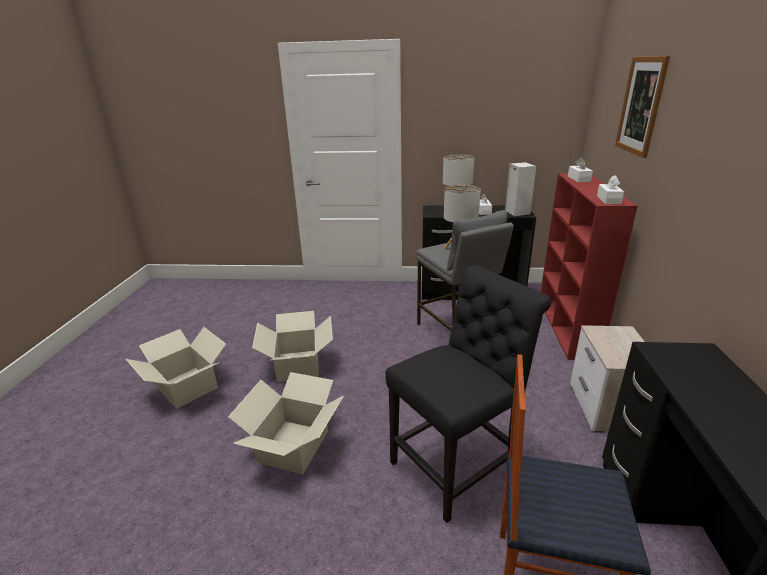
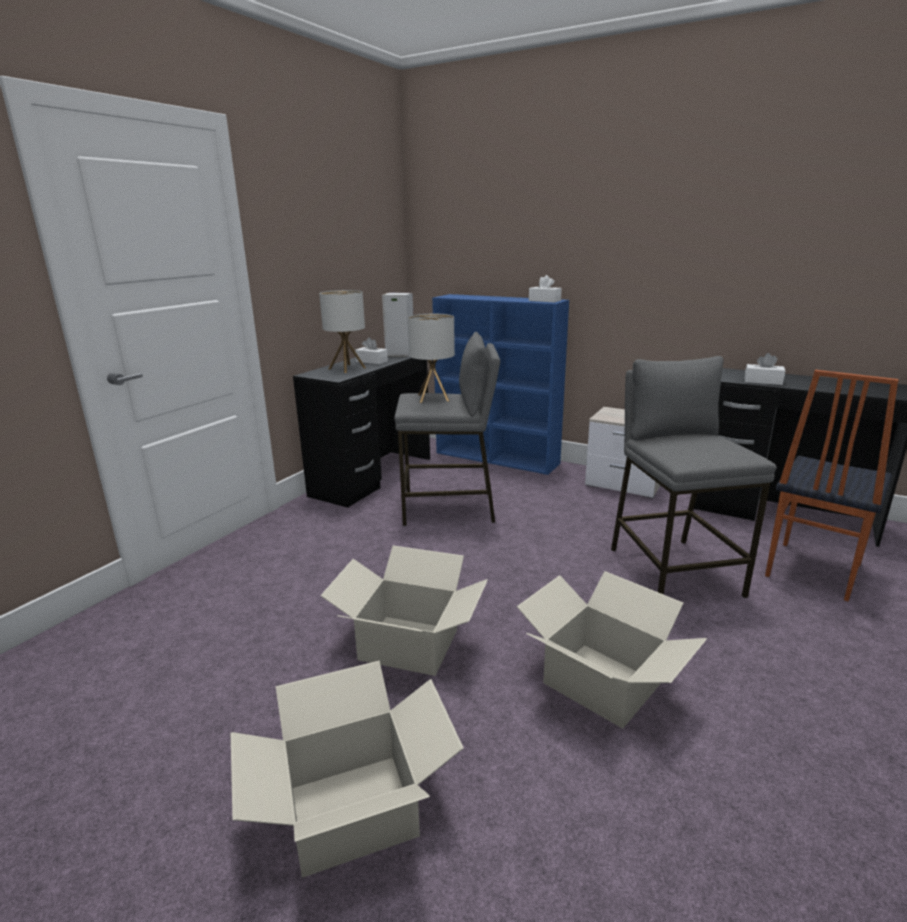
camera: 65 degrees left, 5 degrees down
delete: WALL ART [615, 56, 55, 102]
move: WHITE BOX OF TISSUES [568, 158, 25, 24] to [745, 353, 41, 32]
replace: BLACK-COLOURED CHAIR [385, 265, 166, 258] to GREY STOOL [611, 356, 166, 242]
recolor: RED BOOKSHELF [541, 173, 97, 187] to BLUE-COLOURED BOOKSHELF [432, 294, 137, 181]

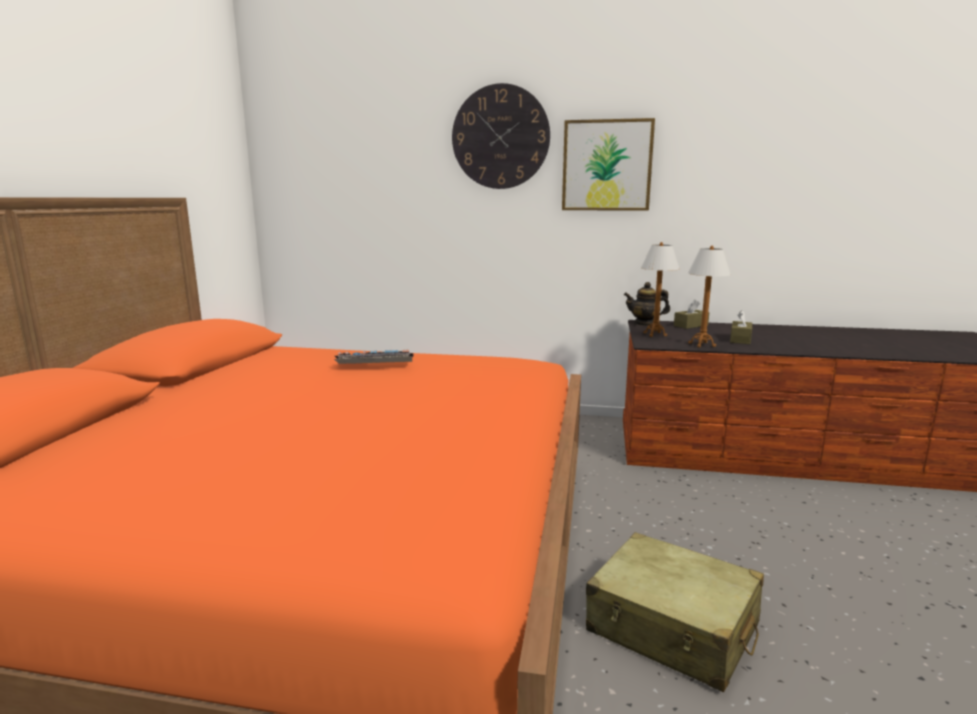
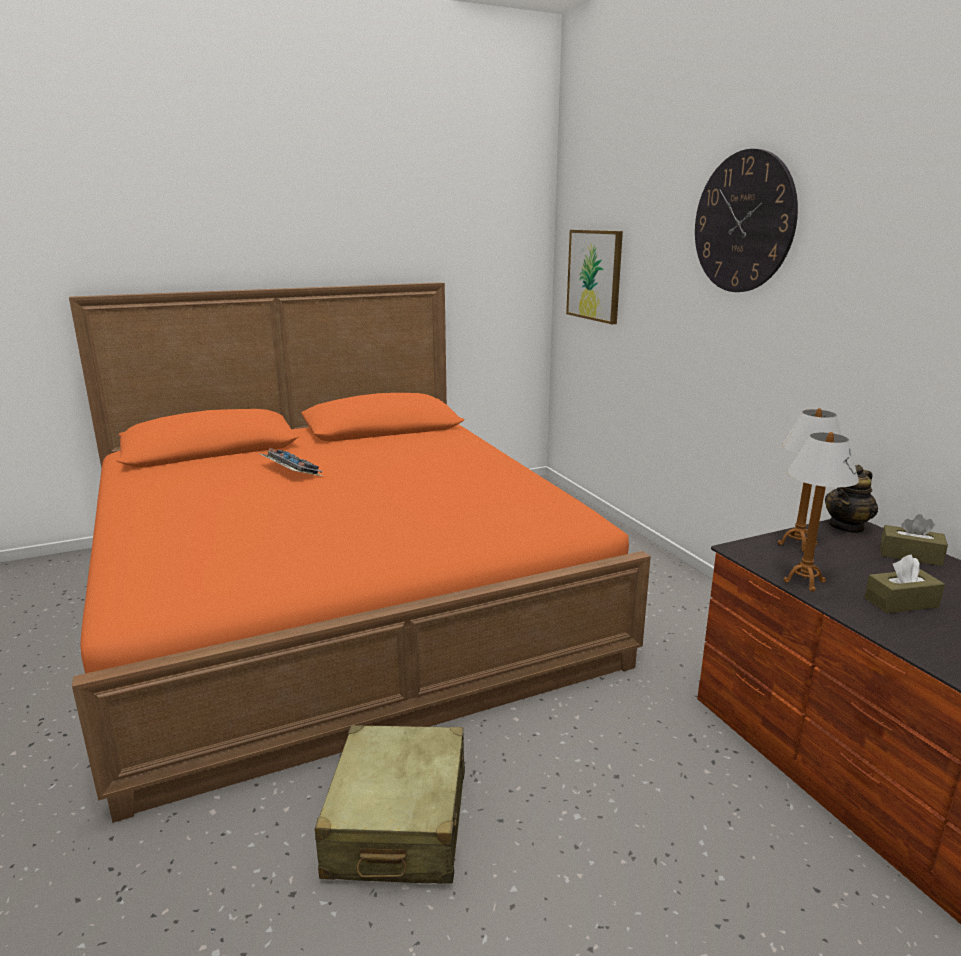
camera: 55 degrees right, 5 degrees up
move: COMPUTER KEYBOARD [334, 350, 80, 14] to [258, 448, 66, 29]; WALL ART [562, 118, 93, 93] to [566, 230, 57, 94]
rotate: POT FOR TEA [624, 282, 46, 44] = [825, 465, 53, 69] 105 degrees counterclockwise

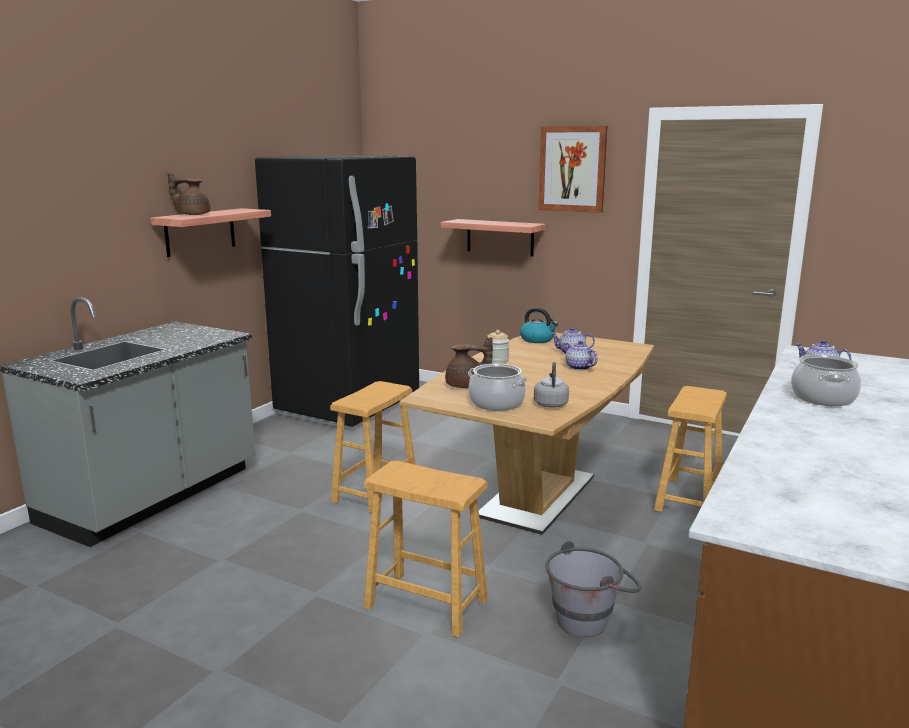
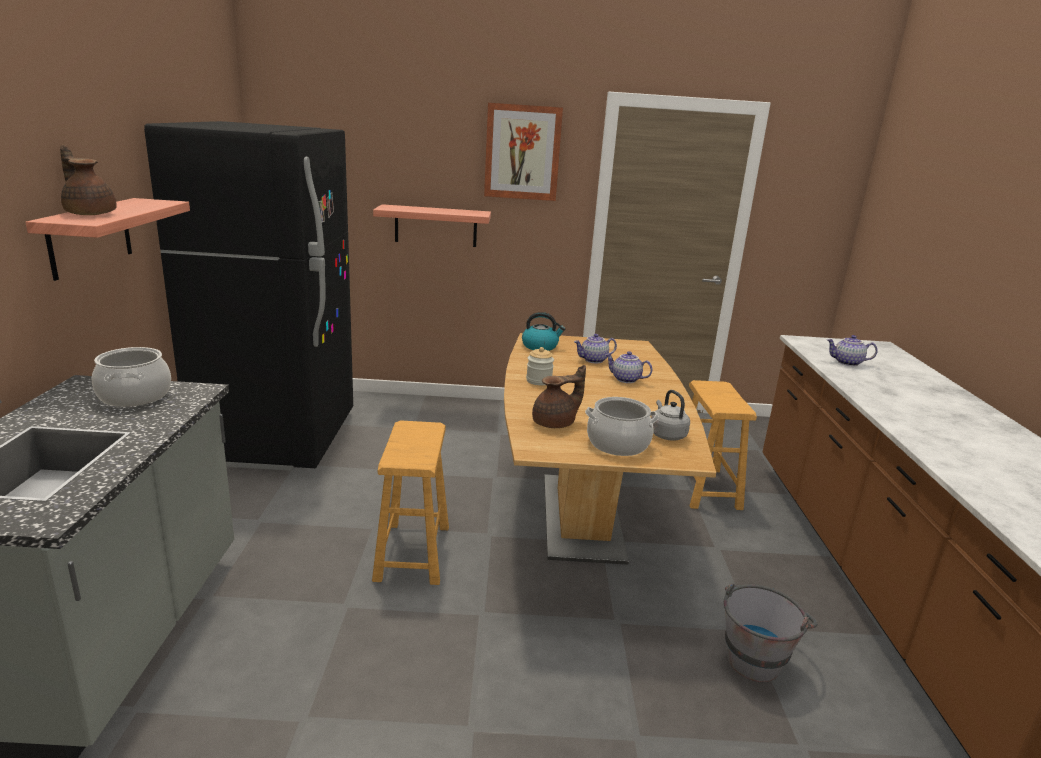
camera: 30 degrees left, 5 degrees up
delete: BROWN STOOL [364, 461, 124, 177]
move: SAUCEPOT [791, 355, 70, 51] to [92, 347, 79, 60]
rotate: BROWN POT FOR TEA [168, 172, 43, 43] = [60, 145, 57, 70] 60 degrees clockwise

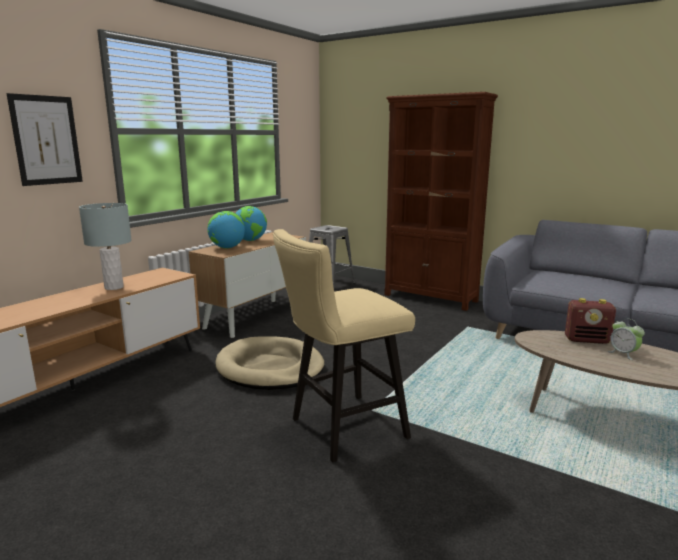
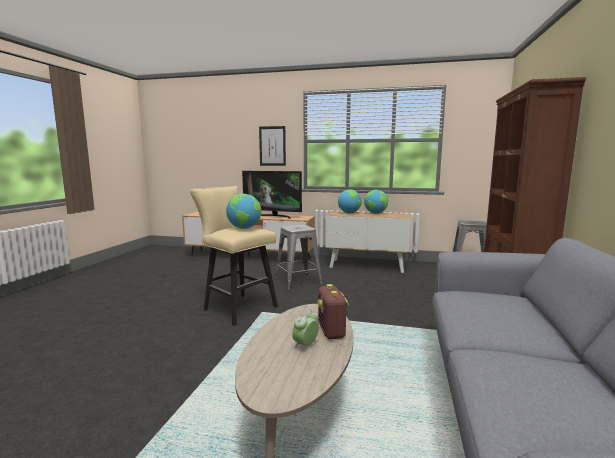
camera: 70 degrees right, 5 degrees down
insert: WORLD GLOBE [226, 194, 35, 35]
replace: GREY TABLETOP LAMP [79, 203, 53, 87] to TV [242, 171, 60, 48]; SAND-COLOURED DOG BED [215, 336, 109, 54] to GREY STOOL [275, 225, 48, 65]

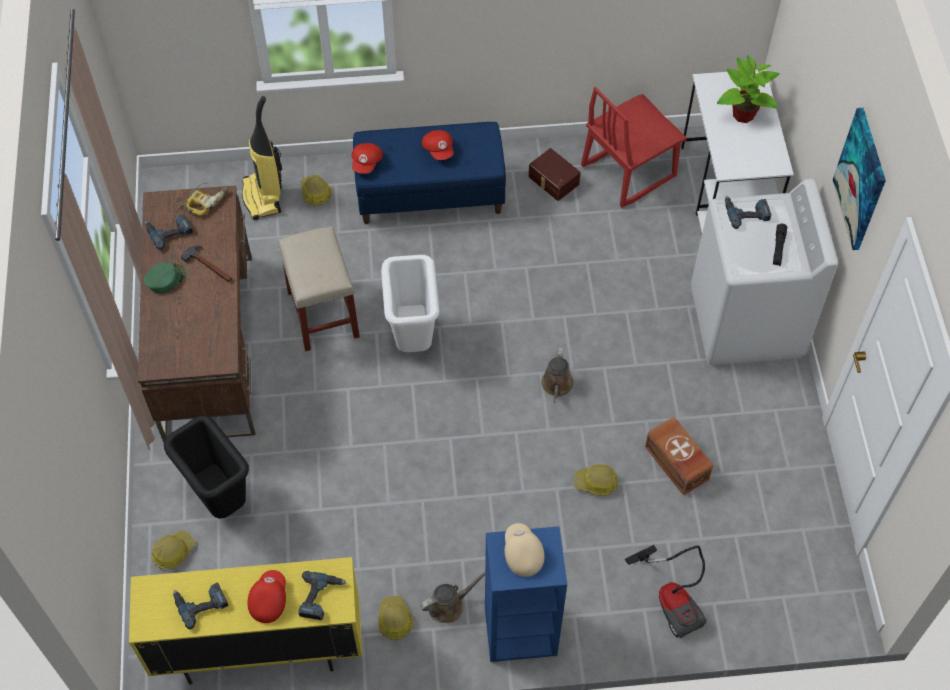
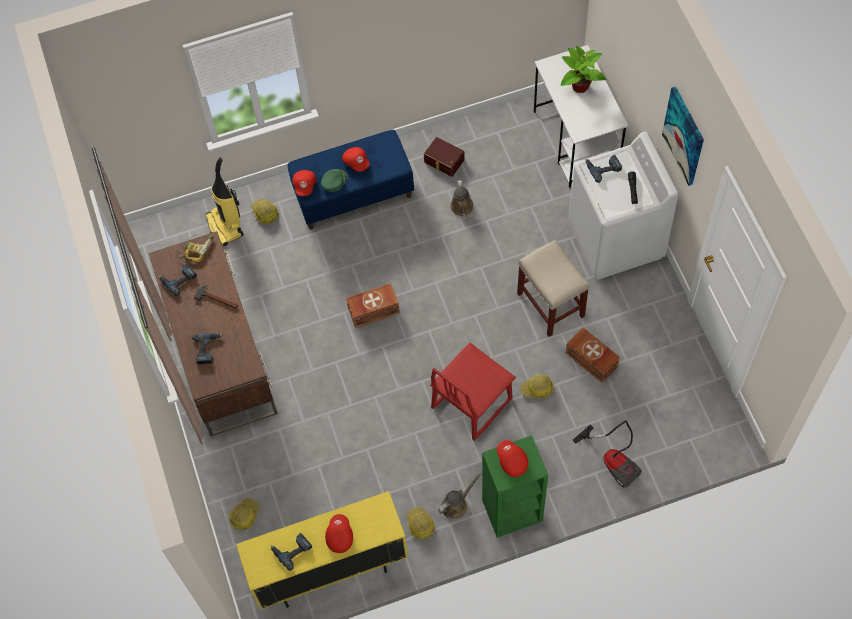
camera: 10 degrees left, 5 degrees up
delete: BLACK-COLOURED RUBBISH BIN [164, 415, 85, 104]
move: GREEN CAP [143, 262, 43, 31] to [321, 169, 27, 23]; SAND-COLOURED STOOL [278, 226, 82, 125] to [517, 240, 73, 97]; ELECTRIC DRILL [298, 571, 49, 49] to [192, 333, 31, 31]; BROWN SPRINKLING CAN [541, 347, 32, 56] to [450, 180, 24, 40]; RED CHAIR [581, 87, 106, 121] to [430, 343, 86, 98]
replace: WHITE RUBBISH BIN [381, 255, 58, 97] to BROWN STORAGE BOX [346, 283, 54, 45]
recolor: BLUE-COLOURED BOOKSHELF [485, 526, 82, 136] to GREEN BOOKSHELF [482, 435, 66, 103]; SAND-COLOURED CAP [505, 523, 39, 54] to RED CAP [497, 440, 31, 37]

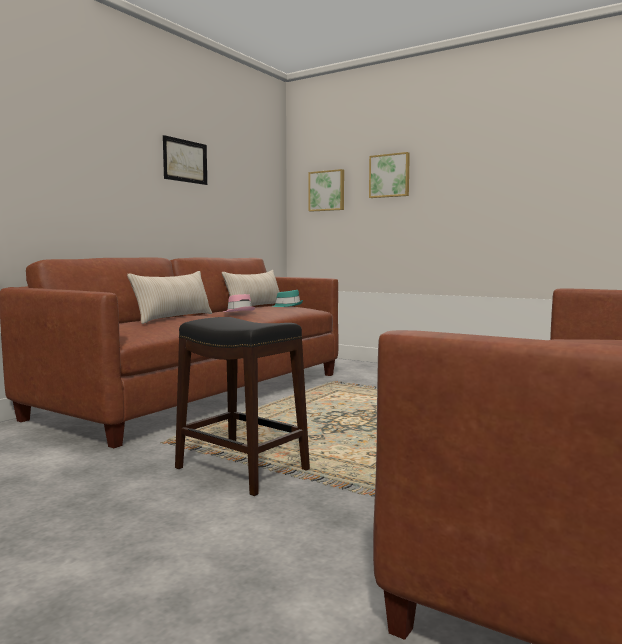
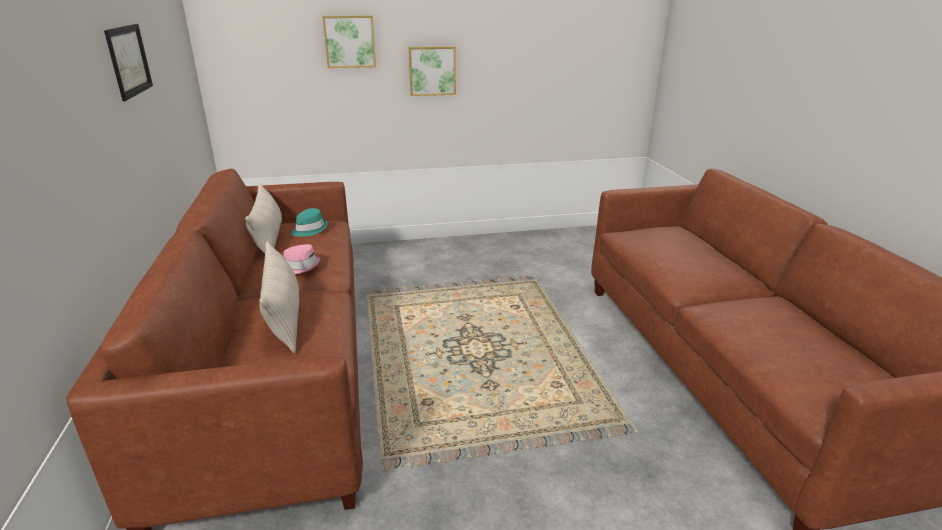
camera: 45 degrees left, 20 degrees up
delete: BLACK-COLOURED STOOL [175, 317, 135, 179]
move: WALL ART [309, 169, 35, 43] to [409, 46, 47, 50]

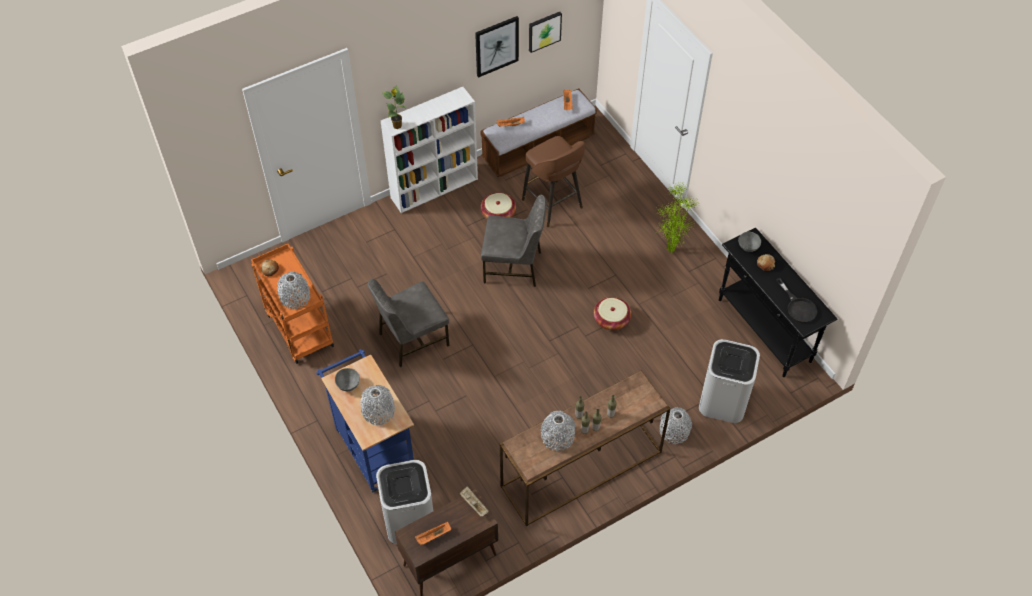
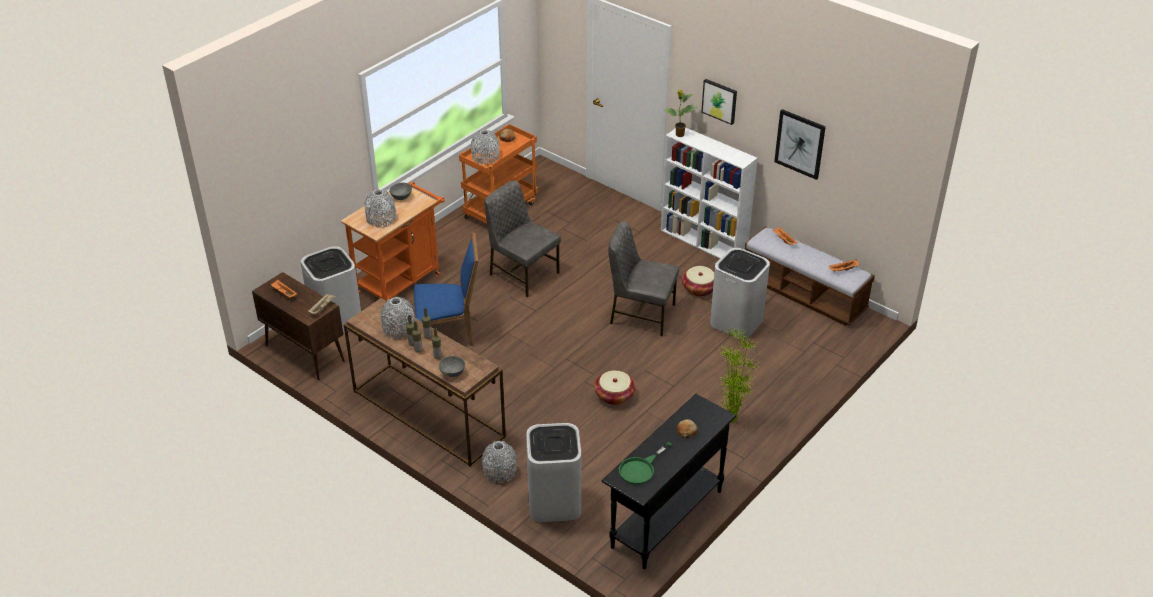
camera: 70 degrees right, 15 degrees down
insert: BLUE-COLOURED CHAIR [414, 233, 65, 113]
move: WALL ART [529, 12, 33, 41] to [701, 79, 36, 46]; GREY BOWL [738, 231, 23, 21] to [439, 356, 26, 21]
replace: BROWN STOOL [522, 136, 63, 91] to WHITE RUBBISH BIN [710, 248, 60, 91]
recolor: BLUE-COLOURED WHEELED CART [316, 349, 98, 144] to ORANGE WHEELED CART [341, 182, 104, 119]; BLACK-COLOURED SKILLET [776, 278, 41, 45] to GREEN SKILLET [619, 442, 53, 43]
rotate: GREY CHAIR [481, 195, 66, 92] = [608, 222, 71, 114] 120 degrees clockwise

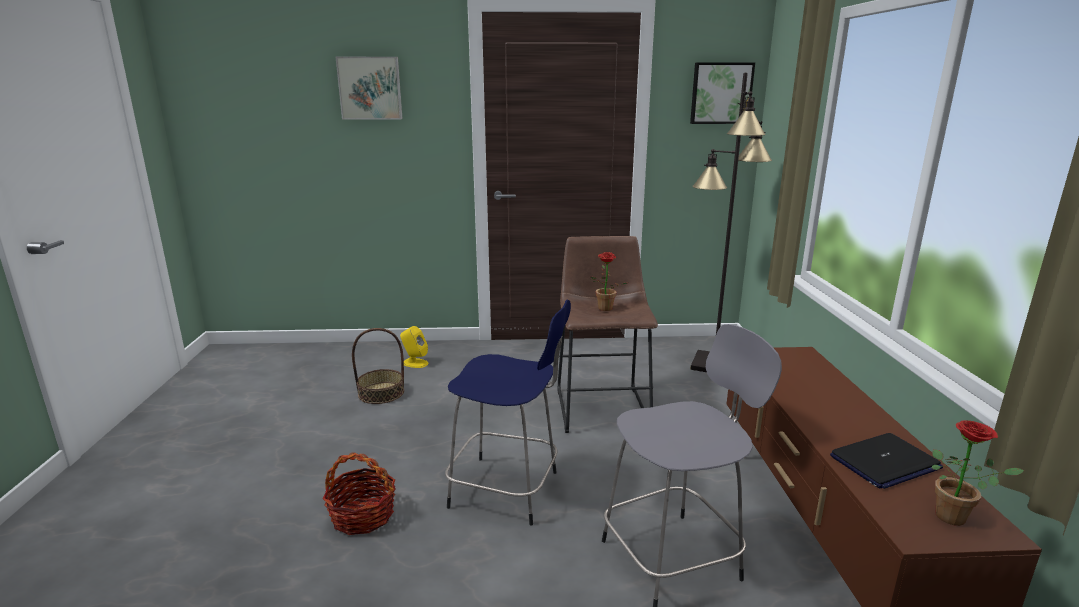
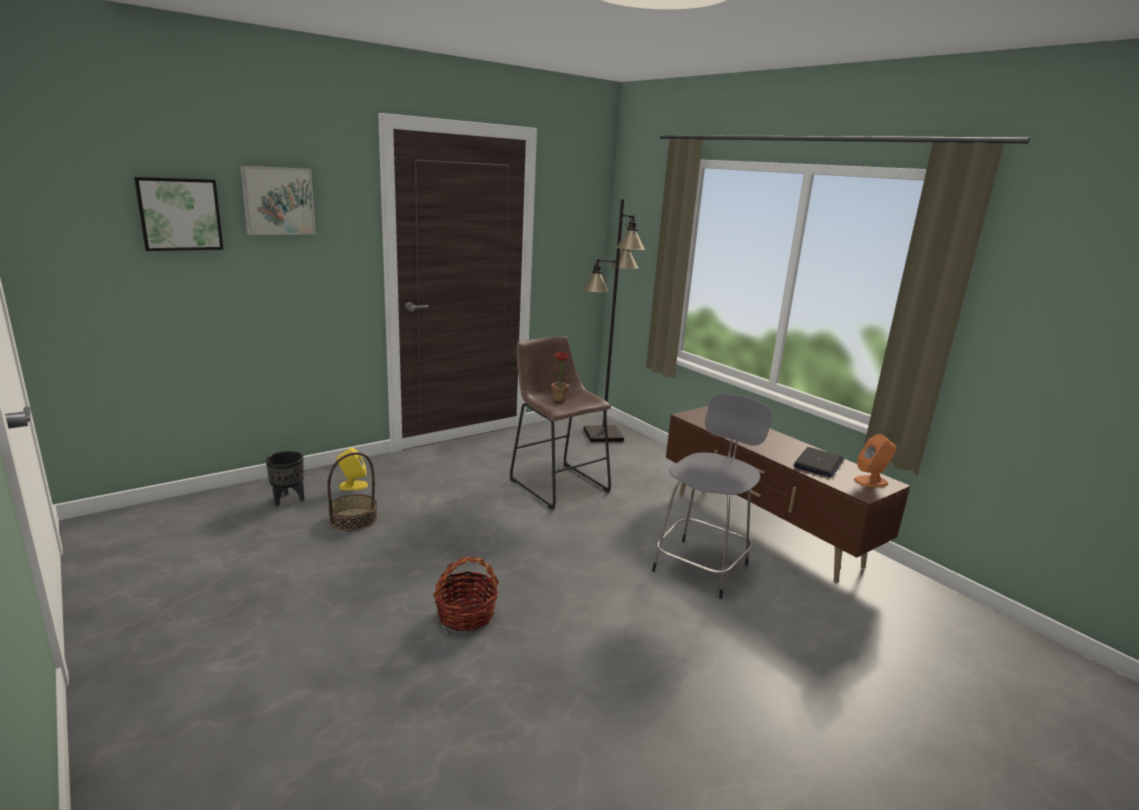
camera: 35 degrees left, 0 degrees up
delete: BLUE-COLOURED STOOL [445, 300, 126, 226]
insert: BLACK-COLOURED PLANTER [266, 451, 38, 55]
move: WALL ART [690, 62, 65, 62] to [134, 177, 90, 74]
replace: POTTED PLANT [932, 420, 92, 106] to ORANGE SPEAKER [854, 434, 42, 53]

